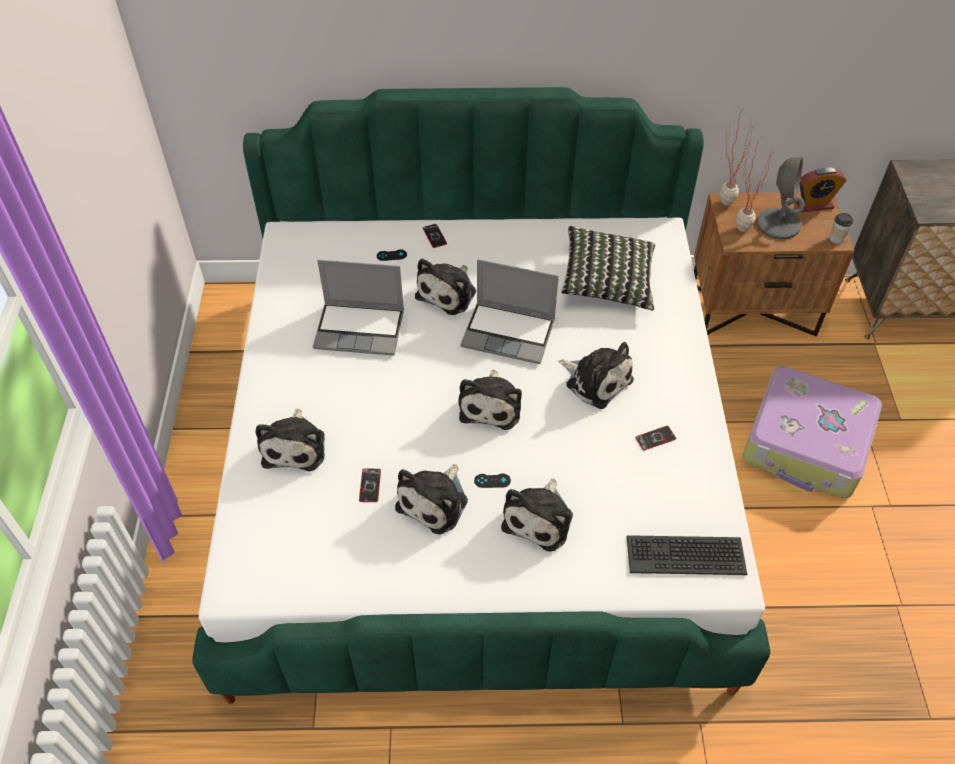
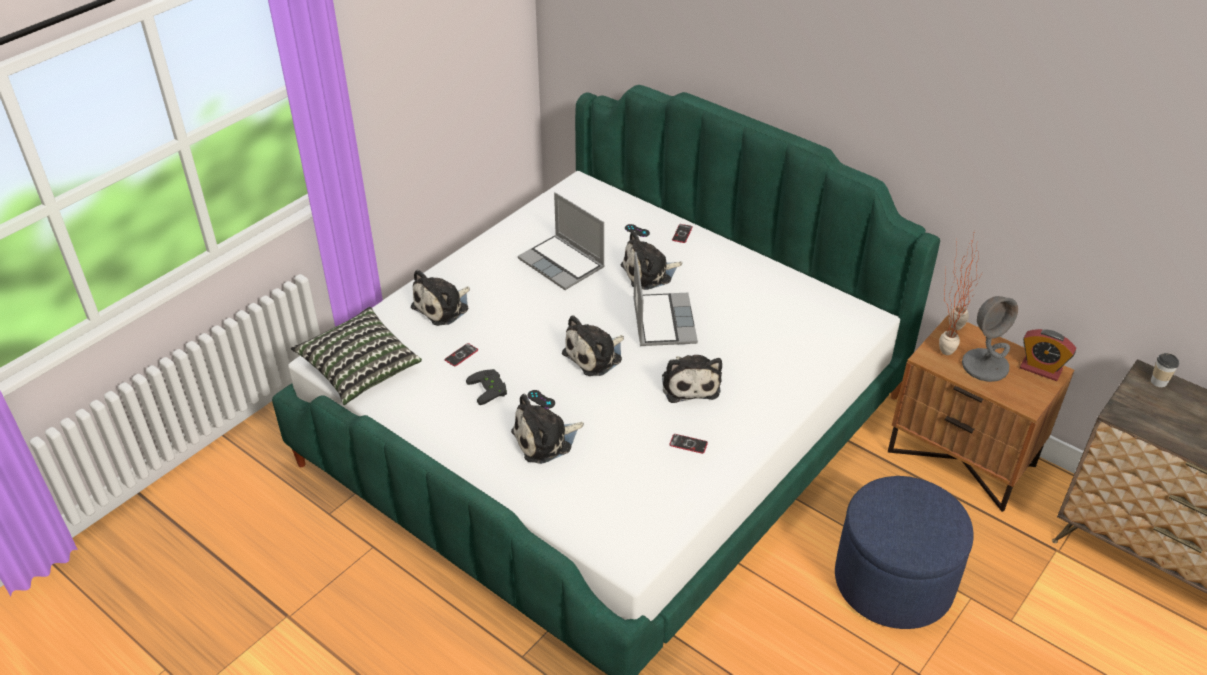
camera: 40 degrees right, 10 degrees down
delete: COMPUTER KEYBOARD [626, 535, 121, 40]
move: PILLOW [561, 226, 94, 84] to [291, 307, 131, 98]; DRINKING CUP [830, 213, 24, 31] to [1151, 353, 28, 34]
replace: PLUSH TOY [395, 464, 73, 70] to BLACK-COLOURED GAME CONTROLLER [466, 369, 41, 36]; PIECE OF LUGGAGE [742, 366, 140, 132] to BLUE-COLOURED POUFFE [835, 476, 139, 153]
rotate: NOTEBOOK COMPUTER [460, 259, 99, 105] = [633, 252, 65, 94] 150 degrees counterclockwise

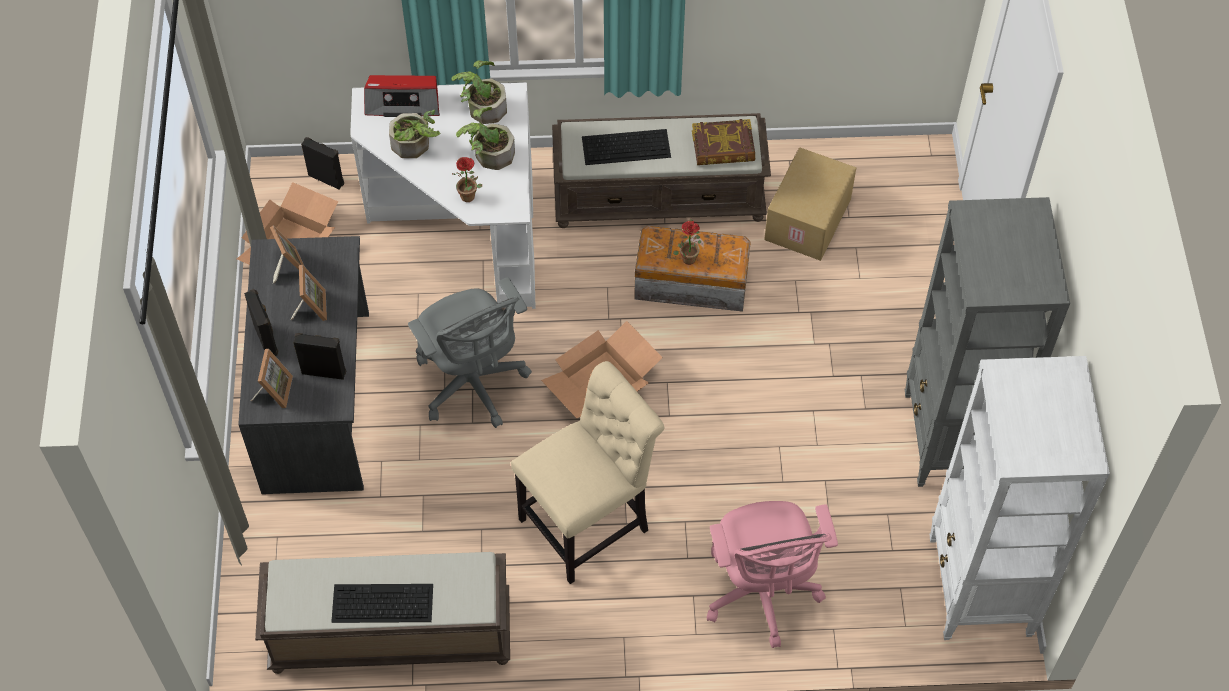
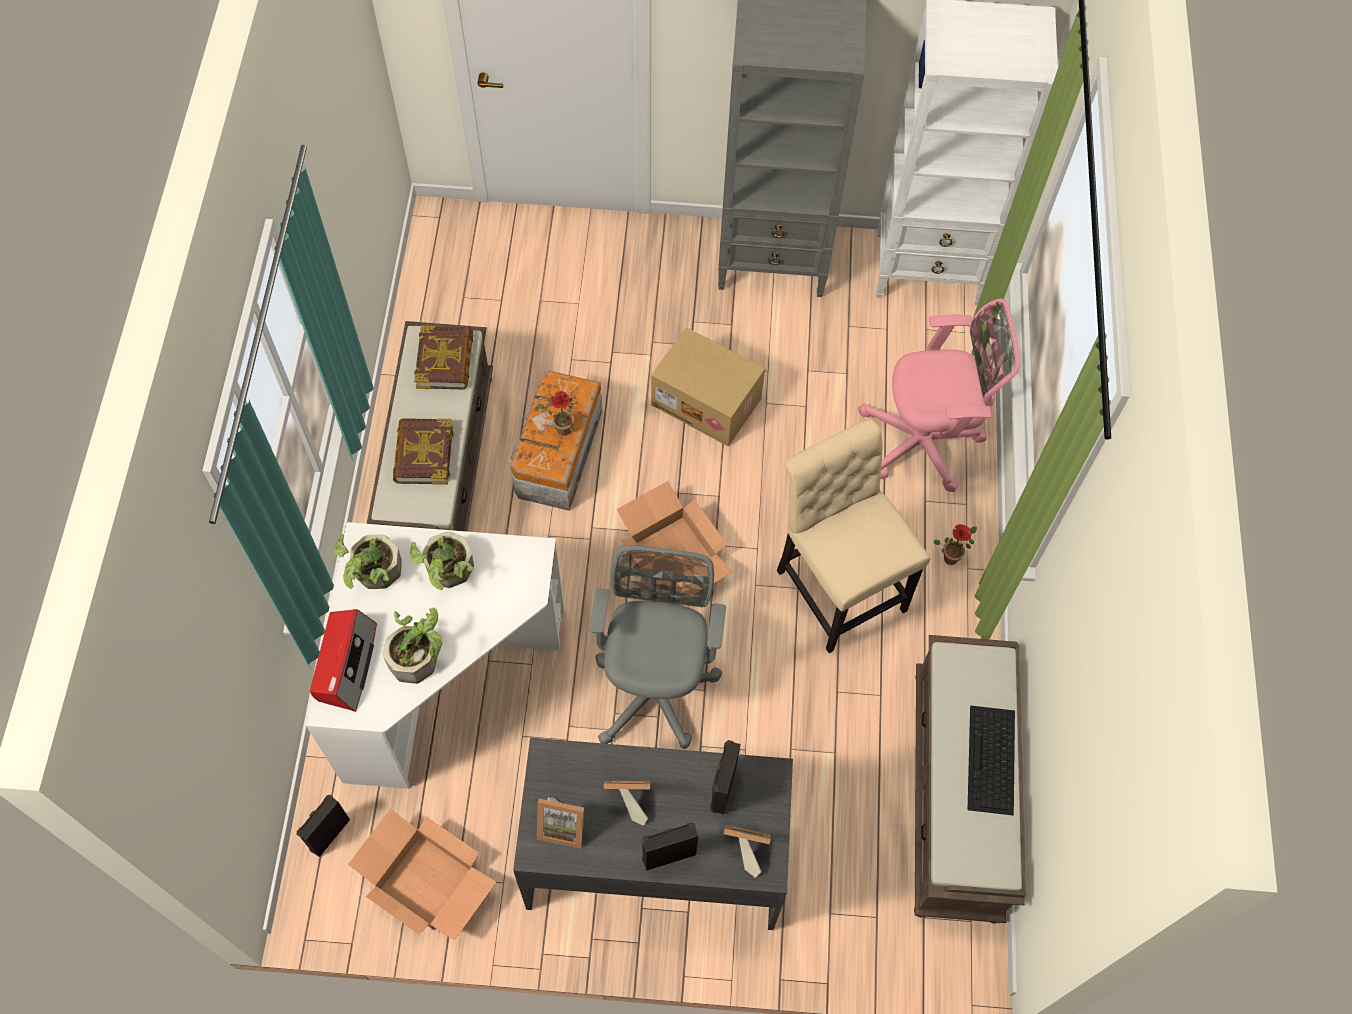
camera: 85 degrees left, 5 degrees up
move: POTTED PLANT [452, 157, 30, 45] to [934, 524, 43, 41]; PACKING BOX [764, 147, 92, 114] to [651, 327, 114, 119]
replace: COMPUTER KEYBOARD [582, 129, 89, 36] to BOOK [393, 418, 60, 67]
rotate: PICTURE FRAME [270, 226, 35, 58] = [537, 797, 47, 51] 150 degrees counterclockwise; GREY DESK CHAIR [408, 277, 124, 151] = [589, 545, 137, 204] 60 degrees counterclockwise

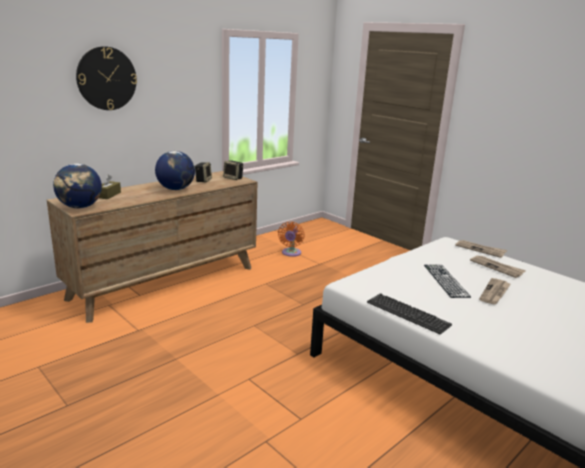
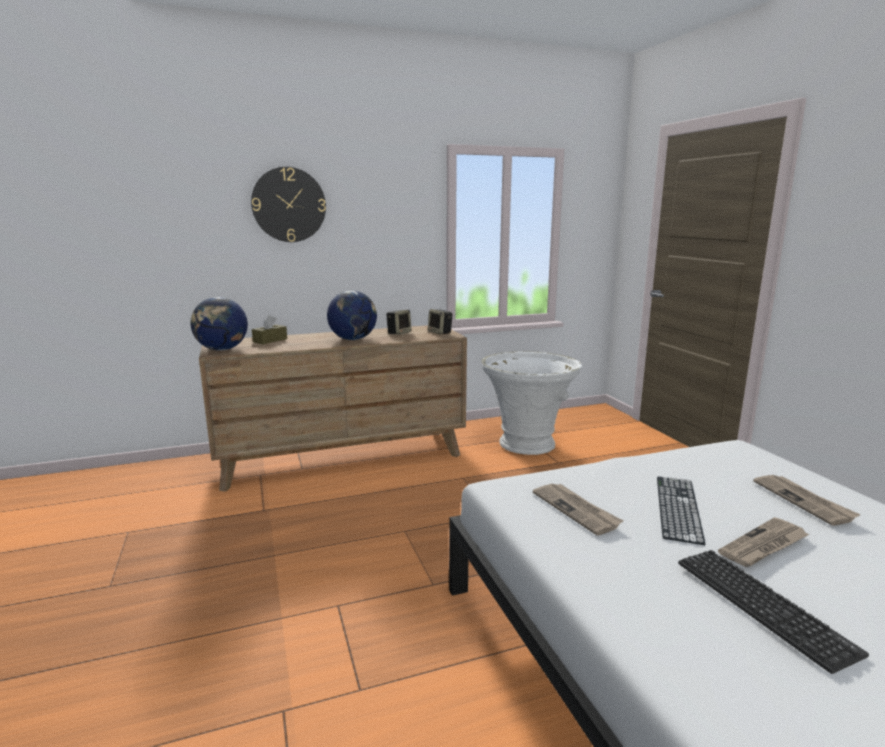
camera: 25 degrees right, 5 degrees down
move: COMPUTER KEYBOARD [367, 293, 85, 41] to [678, 550, 191, 124]; NEWSPAPER [455, 240, 52, 18] to [533, 484, 90, 51]
replace: ORANGE ELECTRIC FAN [278, 222, 26, 35] to WHITE PLANTER [481, 351, 101, 104]

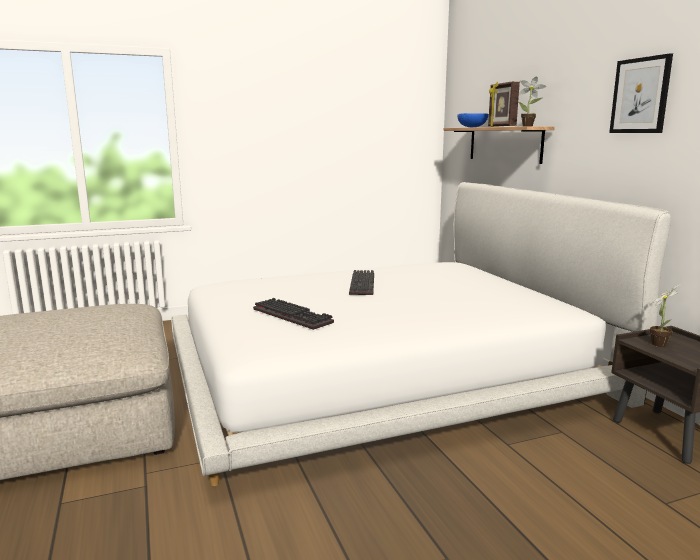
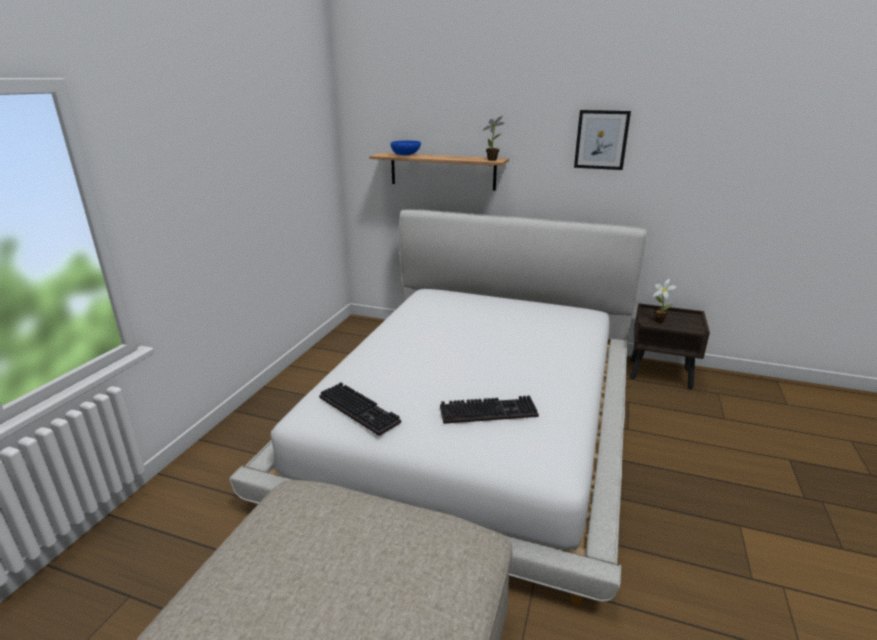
camera: 50 degrees left, 10 degrees up
delete: PICTURE FRAME [488, 81, 32, 46]
move: COMPUTER KEYBOARD [349, 270, 25, 25] to [319, 382, 82, 54]

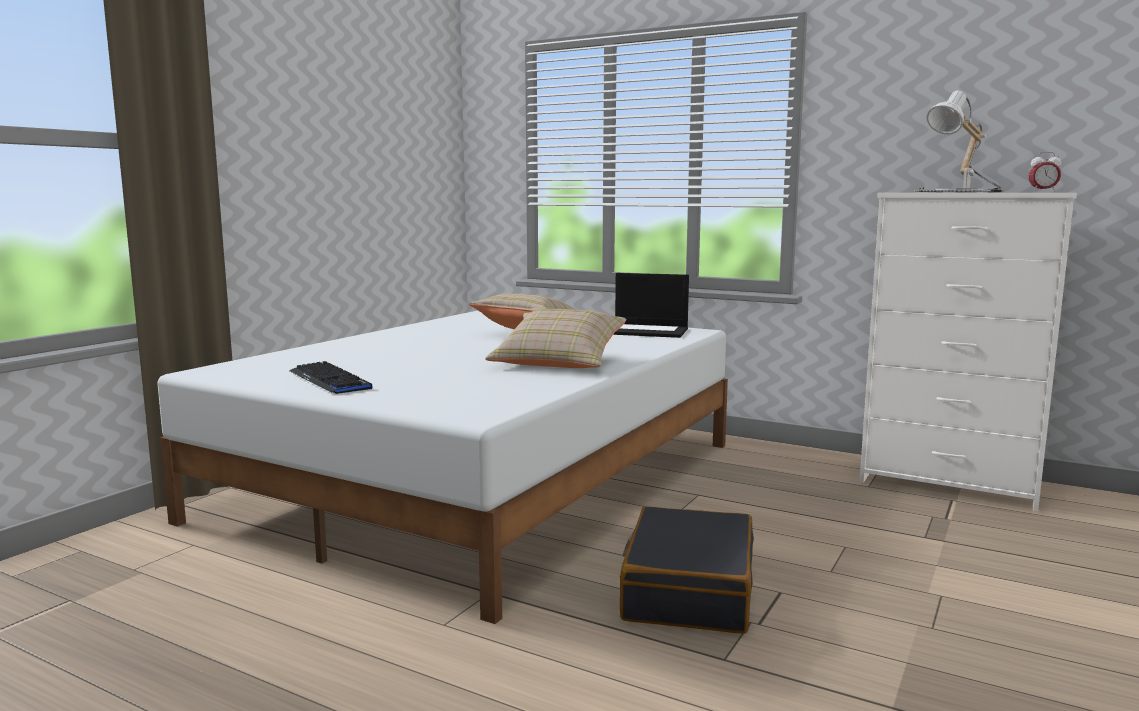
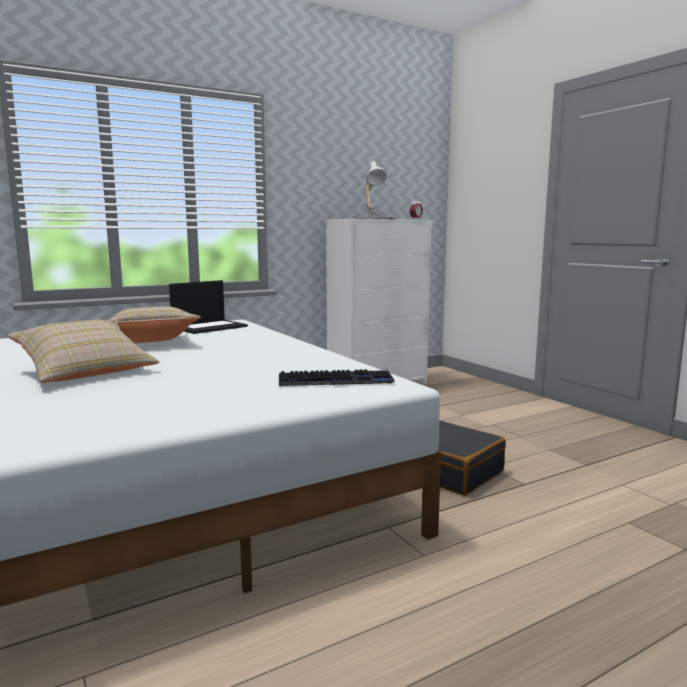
camera: 60 degrees left, 0 degrees up
move: COMPUTER KEYBOARD [289, 361, 84, 33] to [279, 369, 116, 17]; SAND-COLOURED PILLOW [485, 309, 141, 59] to [7, 320, 152, 63]

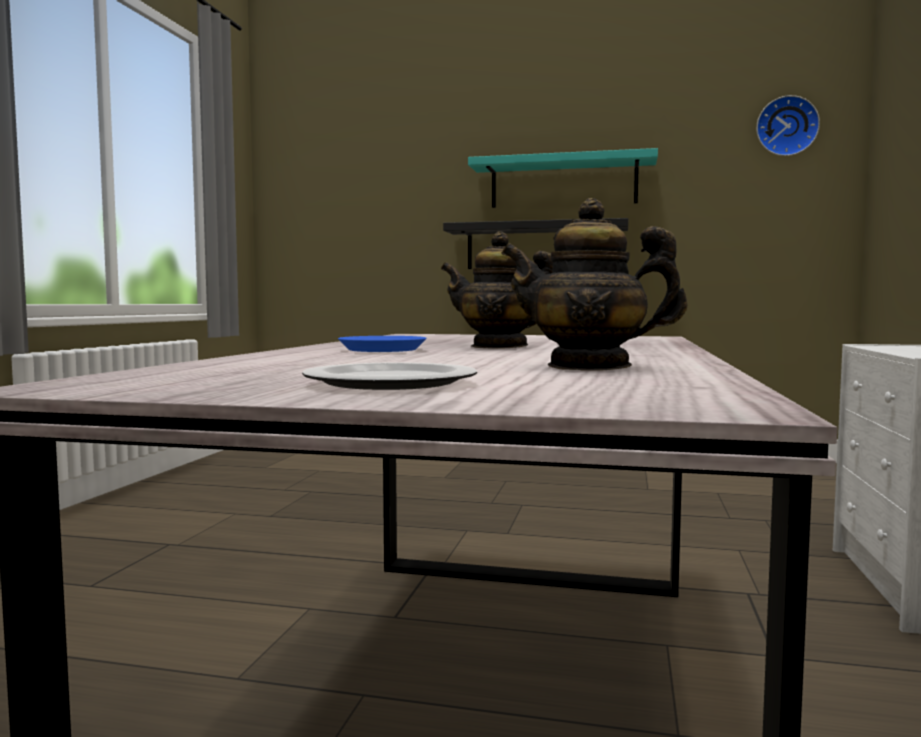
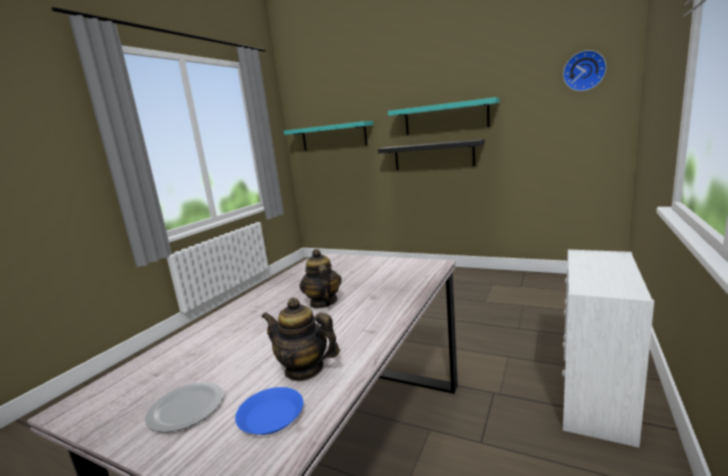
camera: 15 degrees right, 10 degrees up
insert: TURQUOISE-COLOURED BRACKET SHELF [284, 121, 89, 30]
move: BLUE-COLOURED FLAT DISH [338, 336, 89, 16] to [235, 387, 68, 48]
rotate: POT FOR TEA [441, 231, 112, 118] = [299, 249, 43, 59] 45 degrees clockwise

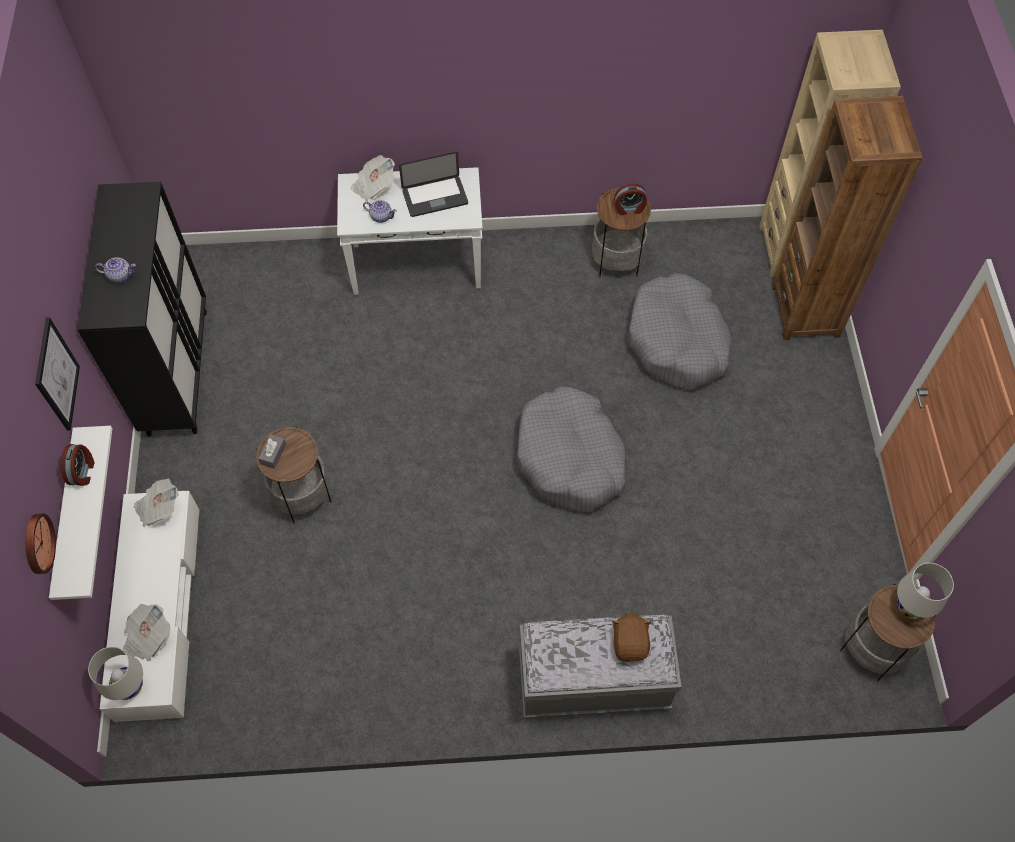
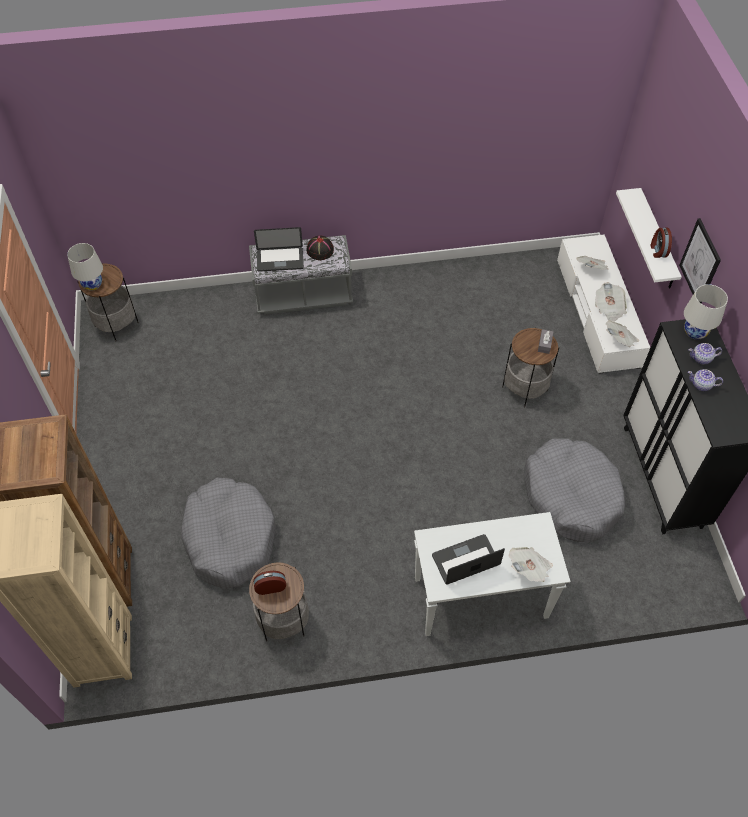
camera: 175 degrees right, 5 degrees down
delete: WALL CLOCK [25, 513, 31, 61]
insert: BLACK-COLOURED WEARABLE HAT [306, 236, 28, 24]; NEWSPAPER [595, 282, 32, 40]
move: WHITE TABLETOP LAMP [88, 647, 55, 53] to [684, 284, 44, 56]; POT FOR TEA [363, 200, 34, 23] to [688, 369, 35, 22]; GREY DOG BED [517, 386, 109, 126] to [524, 438, 101, 105]
replace: BROWN PLUSH TOY [612, 612, 40, 51] to NOTEBOOK COMPUTER [254, 227, 50, 45]

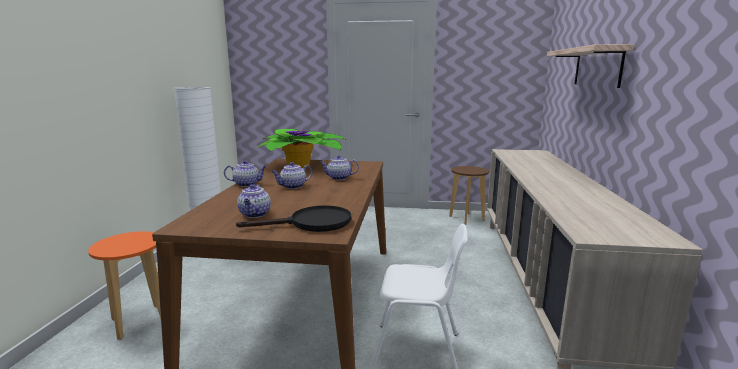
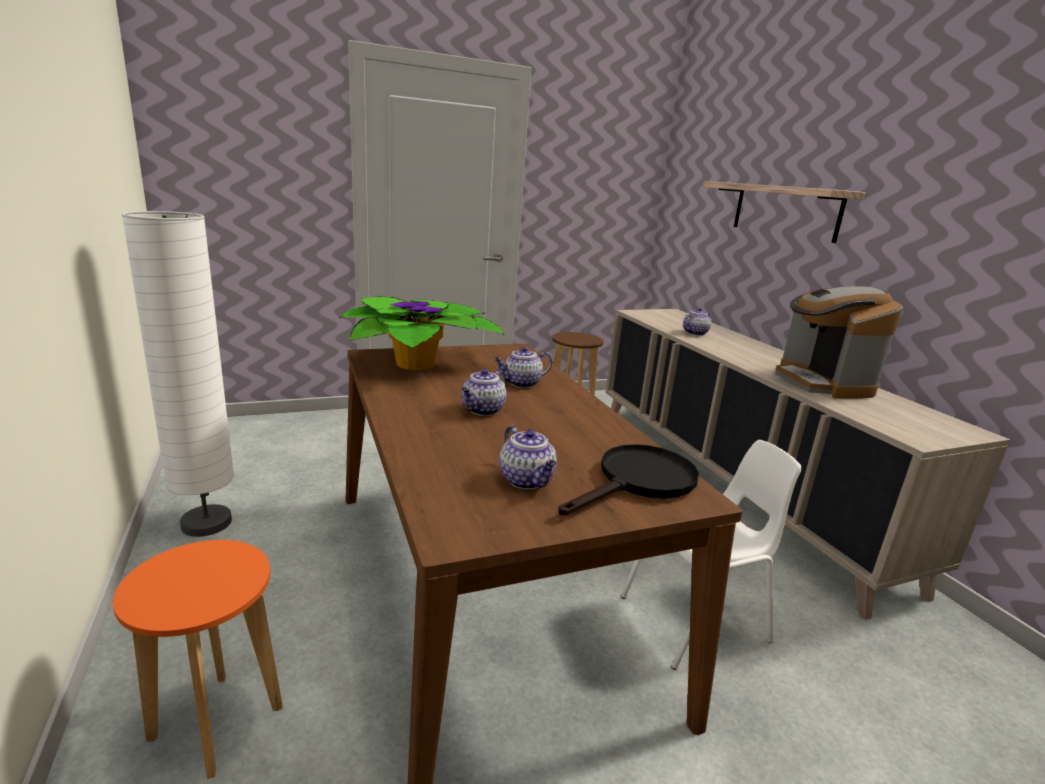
camera: 30 degrees left, 5 degrees up
insert: COFFEE MAKER [776, 286, 127, 113]
move: POT FOR TEA [224, 160, 43, 27] to [683, 308, 29, 28]

